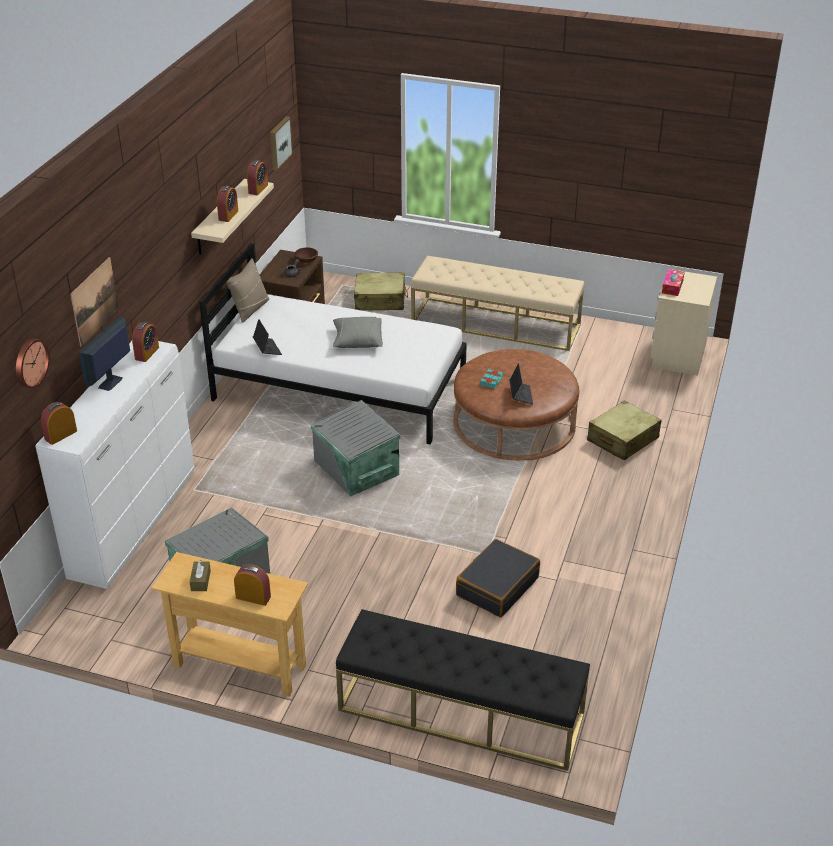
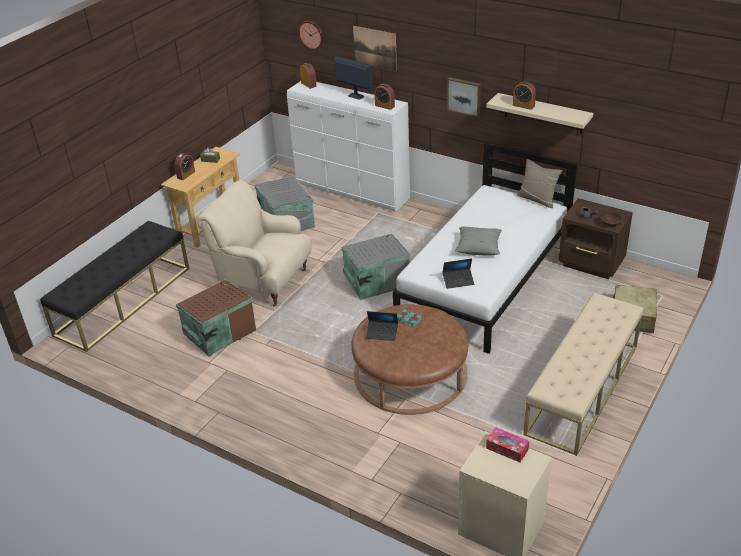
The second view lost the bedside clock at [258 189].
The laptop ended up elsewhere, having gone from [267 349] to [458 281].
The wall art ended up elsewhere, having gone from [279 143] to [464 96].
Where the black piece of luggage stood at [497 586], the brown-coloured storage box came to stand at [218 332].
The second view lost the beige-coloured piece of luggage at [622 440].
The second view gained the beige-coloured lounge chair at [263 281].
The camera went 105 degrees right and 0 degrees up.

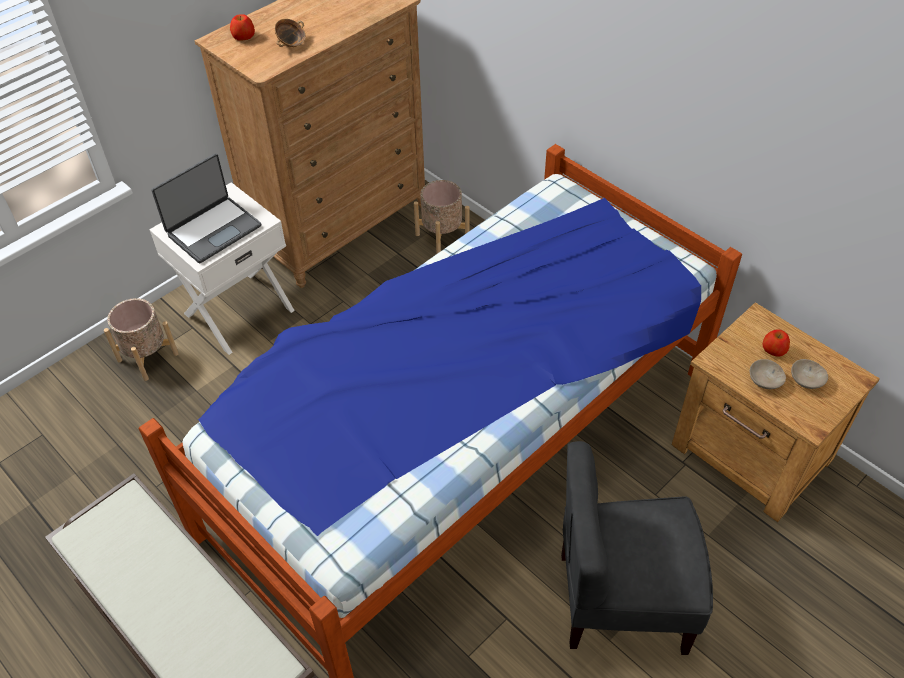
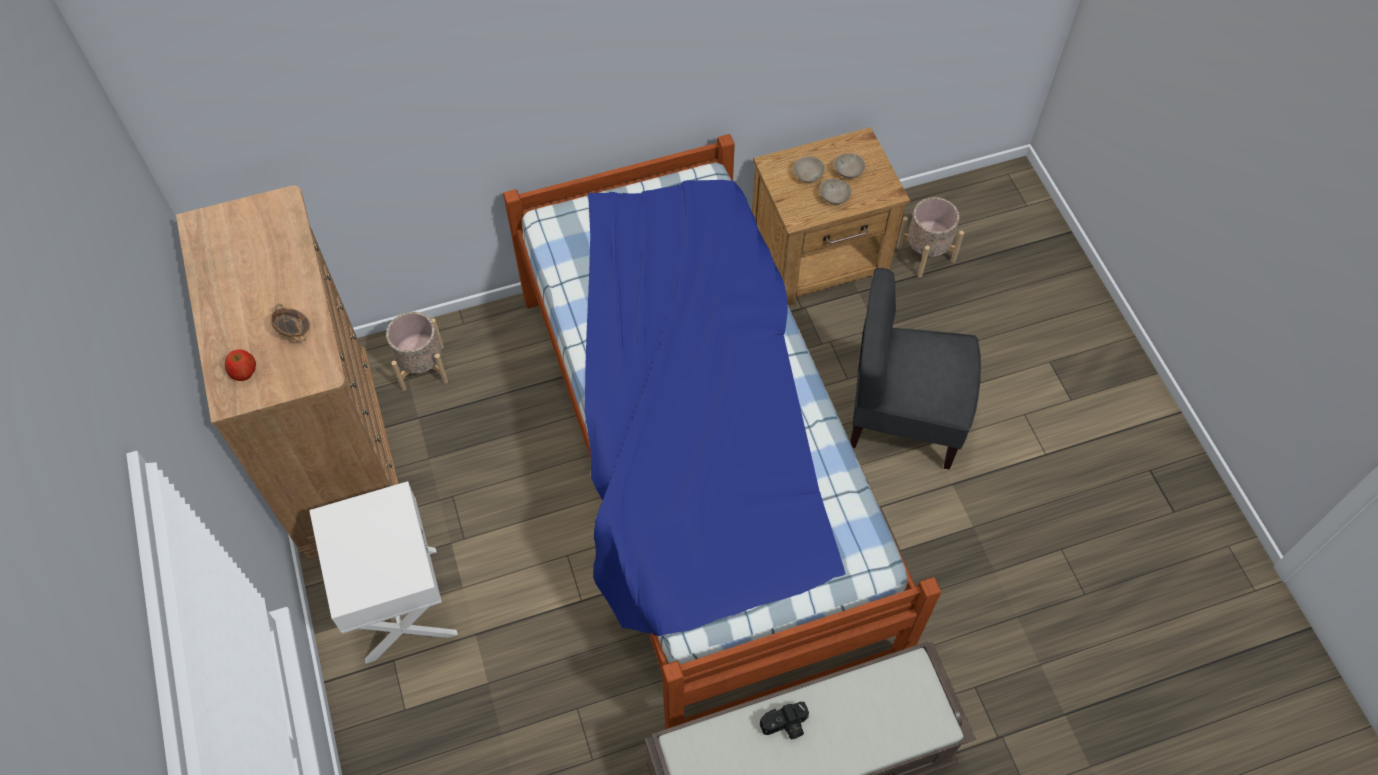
The beige-coloured plant pot ended up elsewhere, having gone from [148 357] to [926 253].
The second view lost the laptop at [213 230].
The greyish plain chair at [621 600] ended up facing another way, 75 degrees clockwise from before.
Where the apple fruit stood at [773 350], the beige-coloured deep dish came to stand at [808 174].
The second view gained the still camera at [785 726].
The camera went 65 degrees left and 10 degrees up.

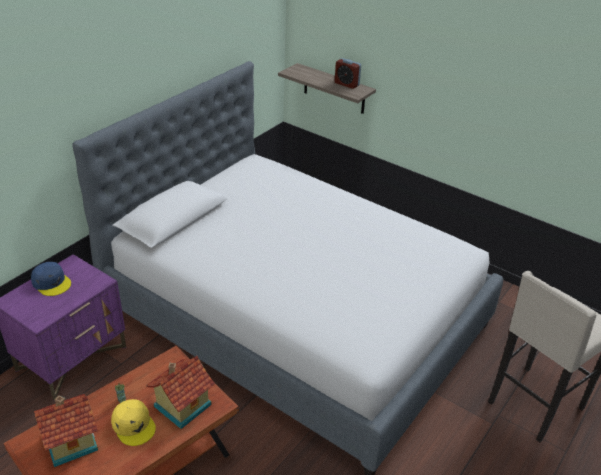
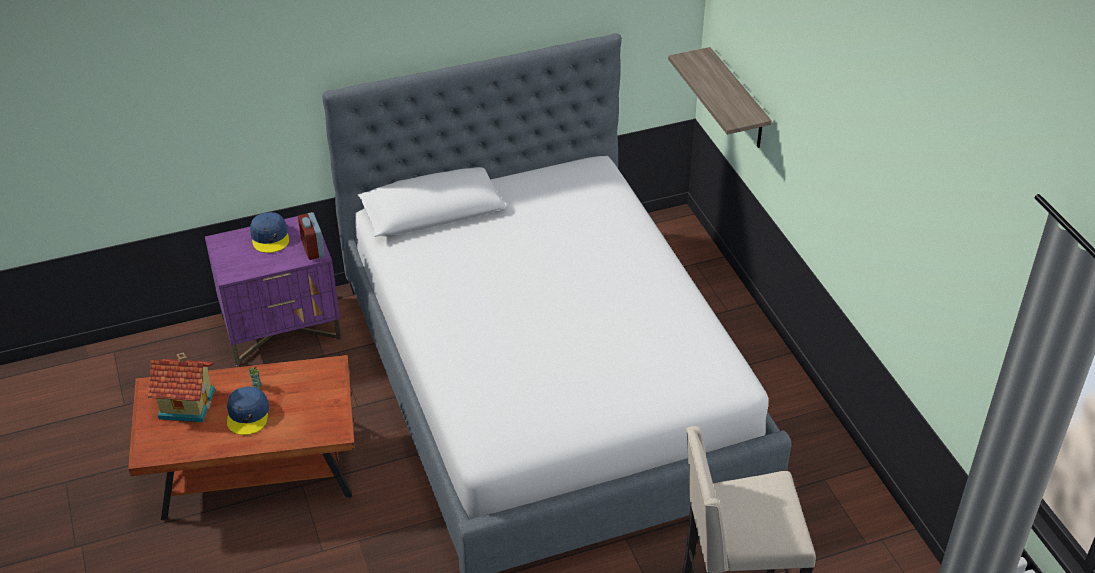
What was the yellowish baseball cap at [134 425] turned into the blue-coloured baseball cap at [248 414].
The second view lost the toy house at [181 405].
The bedside clock ended up elsewhere, having gone from [346 84] to [313 249].
The camera went 35 degrees right and 5 degrees up.

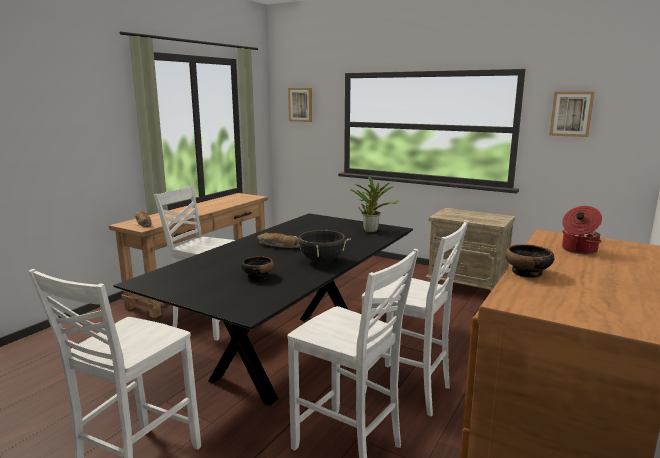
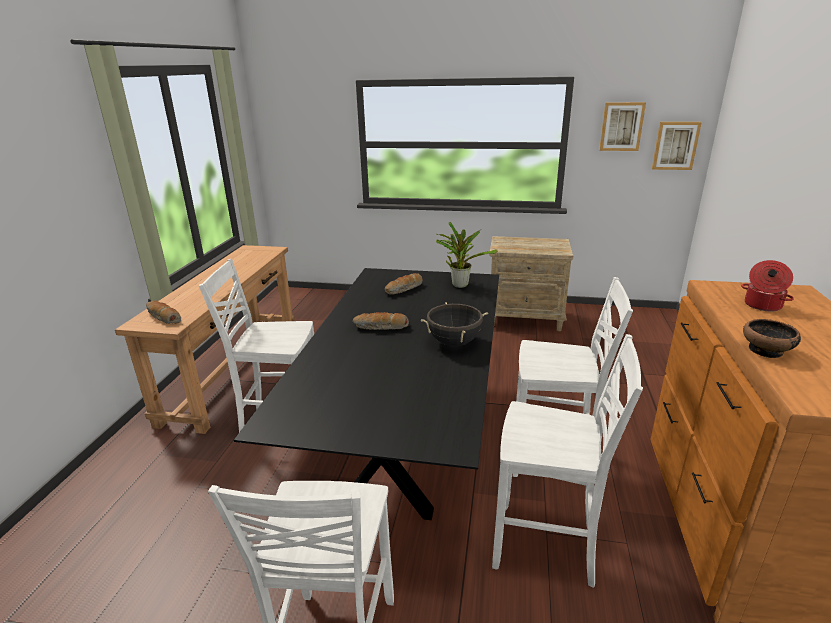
The second view lost the deep dish at [258 276].
The wall art ended up elsewhere, having gone from [300 104] to [675 145].
The second view gained the baked bread at [404 289].
The camera went 20 degrees left and 10 degrees up.

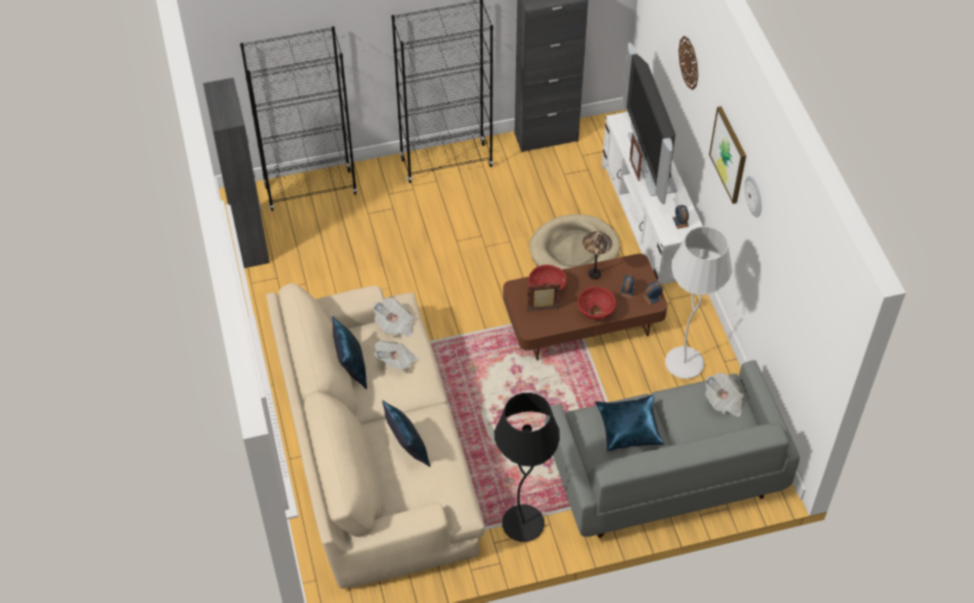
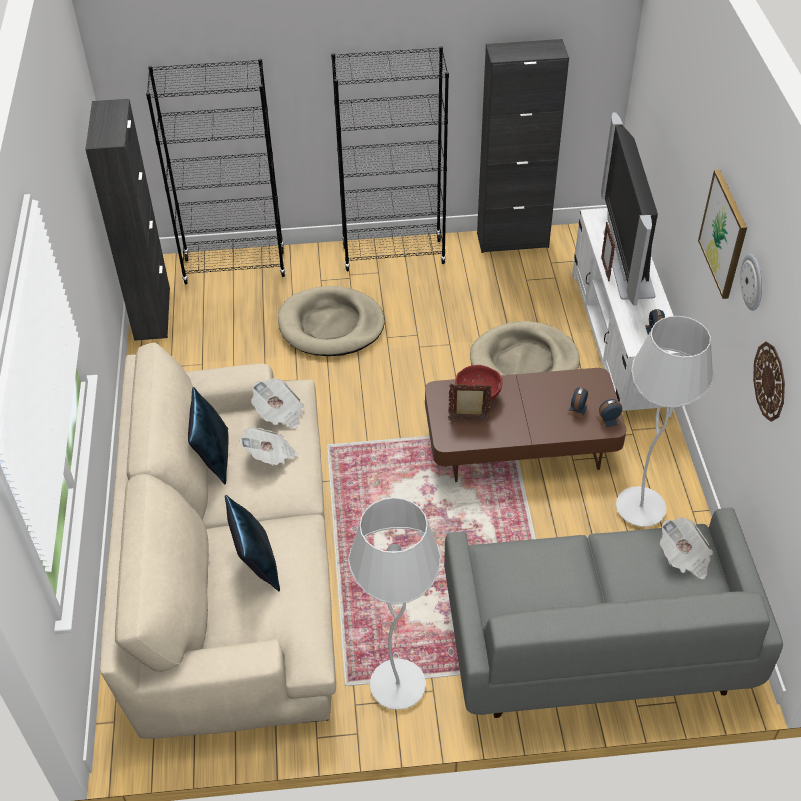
What was the black standard lamp at [523 524] turned into the white-coloured standard lamp at [398 686].
The second view lost the reddish deep dish at [595 312].
The second view lost the lamp for a table at [594 274].
The second view lost the blue-coloured throw pillow at [628 428].
The hanging clock ended up elsewhere, having gone from [689 62] to [770 381].
The second view gained the beige-coloured dog cushion at [331 325].
The camera went 10 degrees right and 5 degrees down.

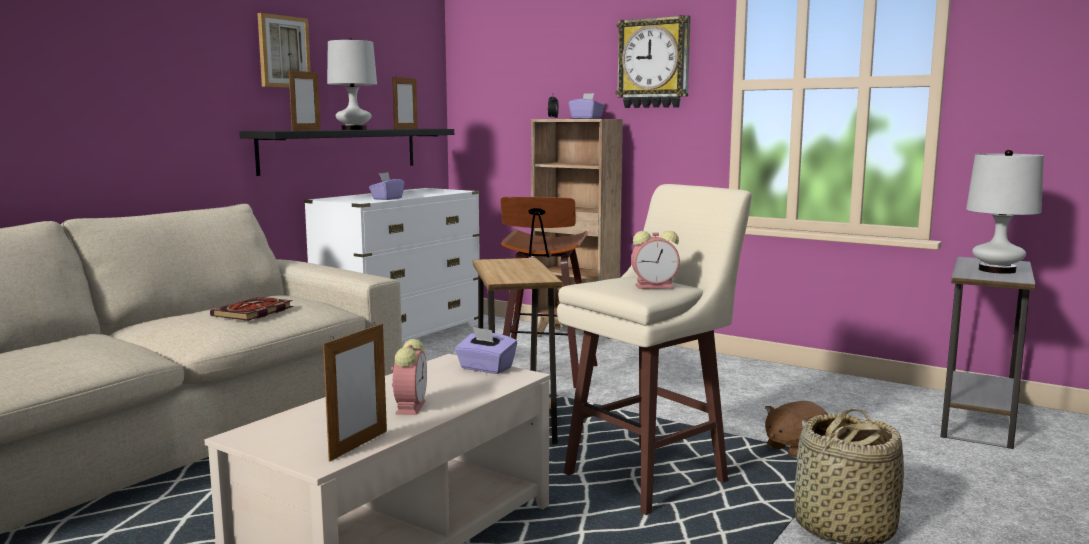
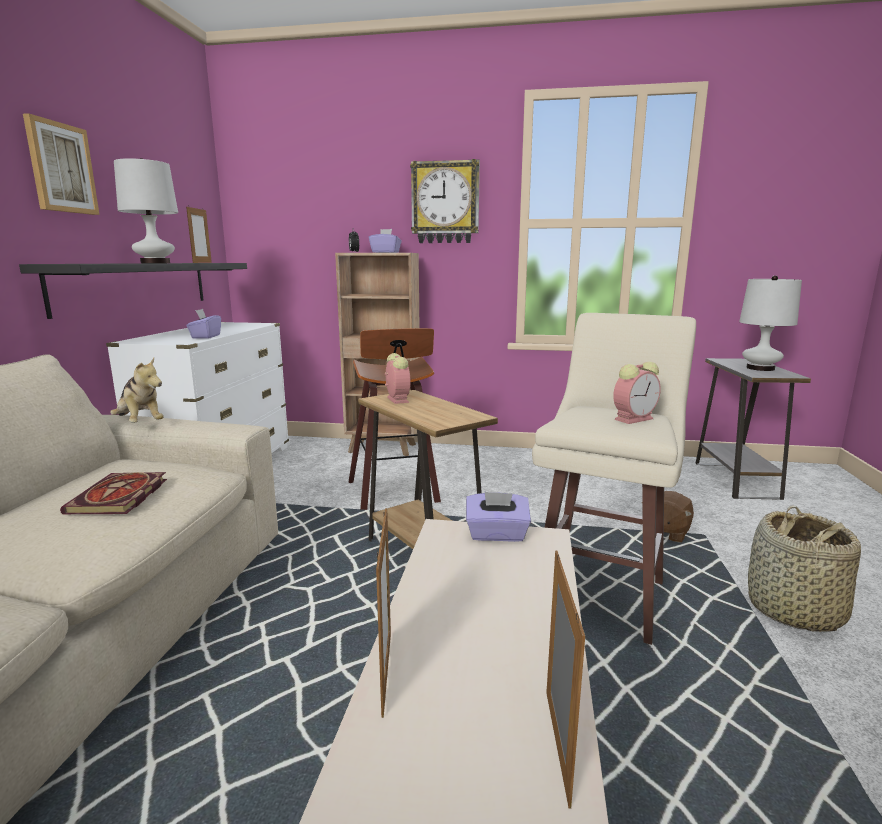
The standing frame ended up elsewhere, having gone from [306 130] to [386 672].
The bedside clock ended up elsewhere, having gone from [410 406] to [397 399].
The second view gained the soft toy at [140 424].
The camera went 25 degrees left and 5 degrees up.

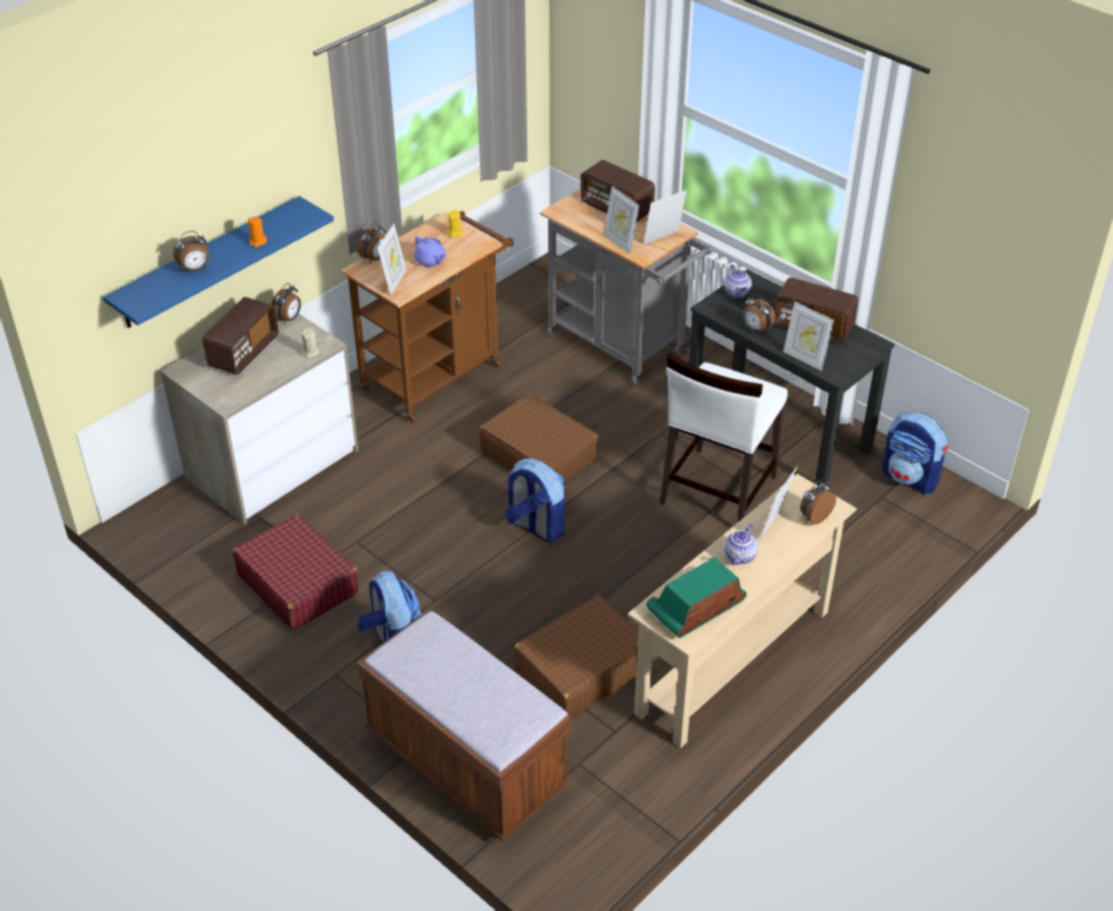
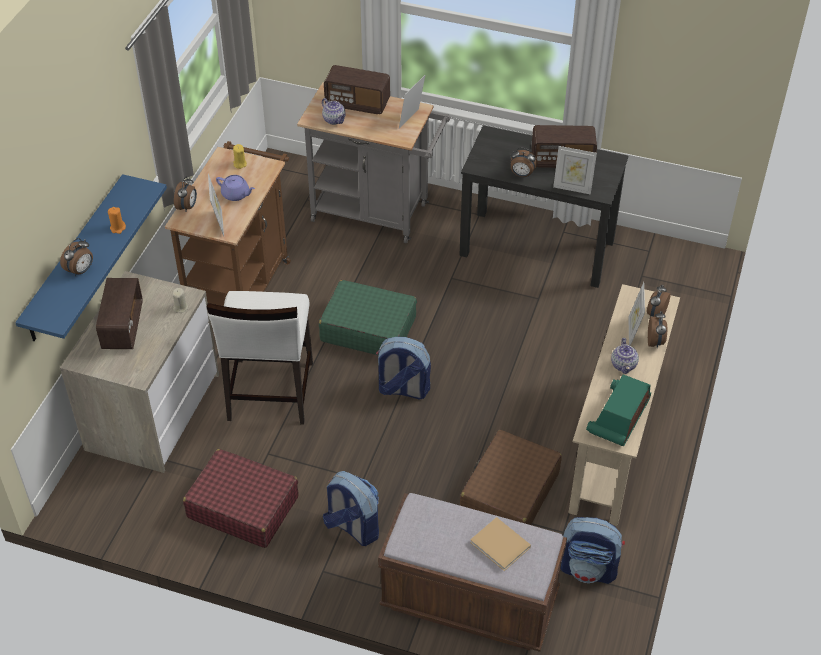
The bedside clock ended up elsewhere, having gone from [289 319] to [655 342].
What was the brown-coloured piece of luggage at [538 455] turned into the green-coloured piece of luggage at [368 329].
The second view lost the standing frame at [620 242].
The white-coloured plain chair ended up elsewhere, having gone from [717 490] to [269 392].
The pot for tea ended up elsewhere, having gone from [737 293] to [334 120].
The knapsack ended up elsewhere, having gone from [910 478] to [588 568].
The second view gained the beige-coloured volume at [501 546].
The camera went 25 degrees left and 5 degrees up.

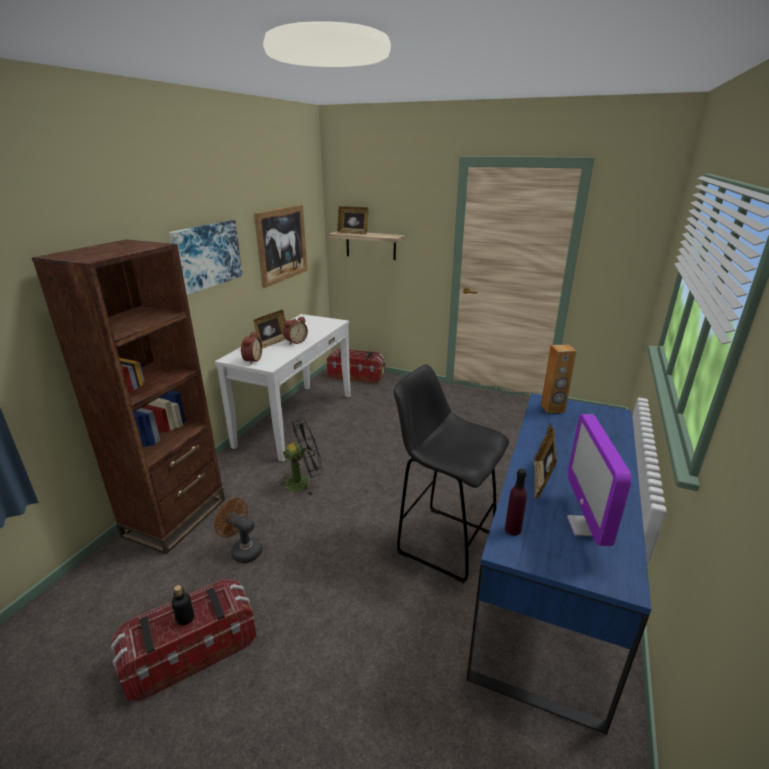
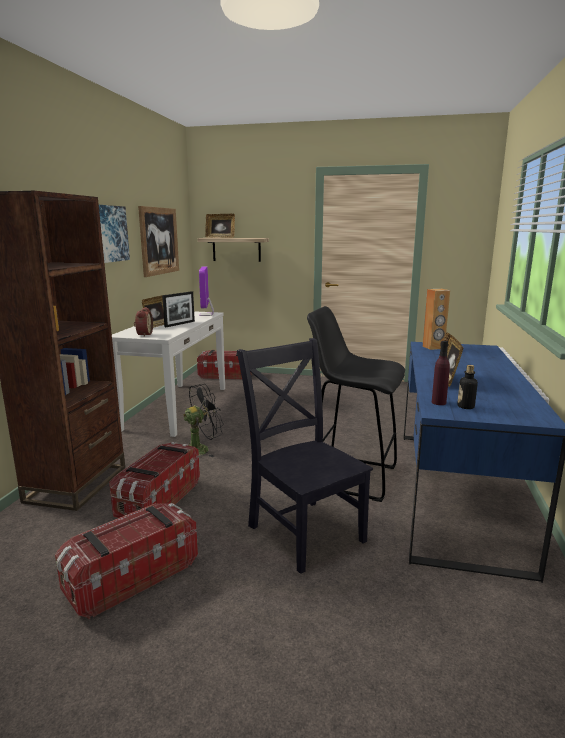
The bottle ended up elsewhere, having gone from [185 618] to [465 406].
Where the brown-coloured electric fan stood at [243 550], the storage box came to stand at [158 500].
Where the bedside clock stood at [295 341], the standing frame came to stand at [180 324].
The computer display ended up elsewhere, having gone from [586 526] to [206 314].
The second view gained the black plain chair at [303 530].
The camera went 10 degrees left and 10 degrees down.

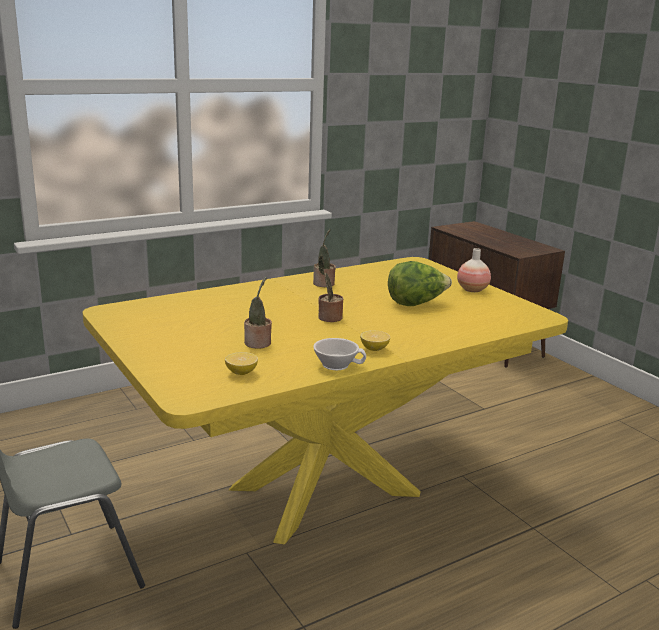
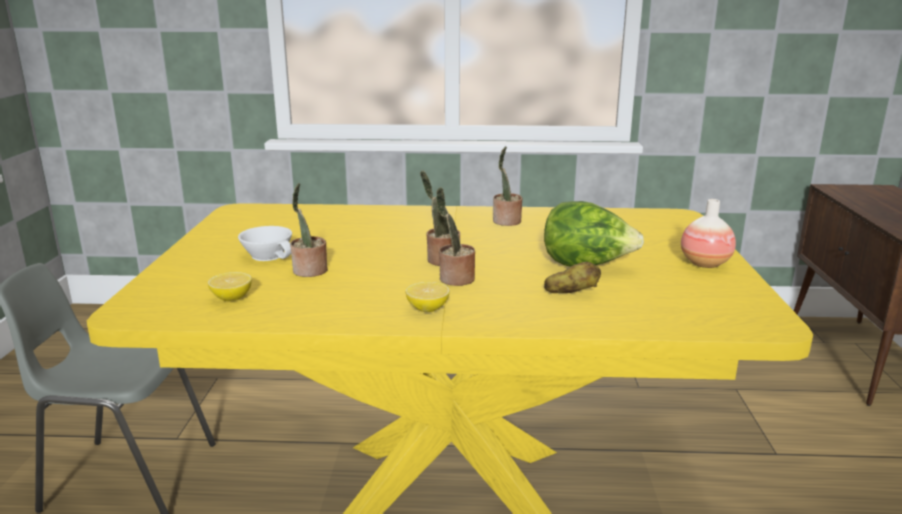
The white-coloured small cup ended up elsewhere, having gone from [337 364] to [270 255].
The second view gained the houseplant at [454 279].
The second view gained the spud at [571 293].
The camera went 35 degrees right and 0 degrees up.

